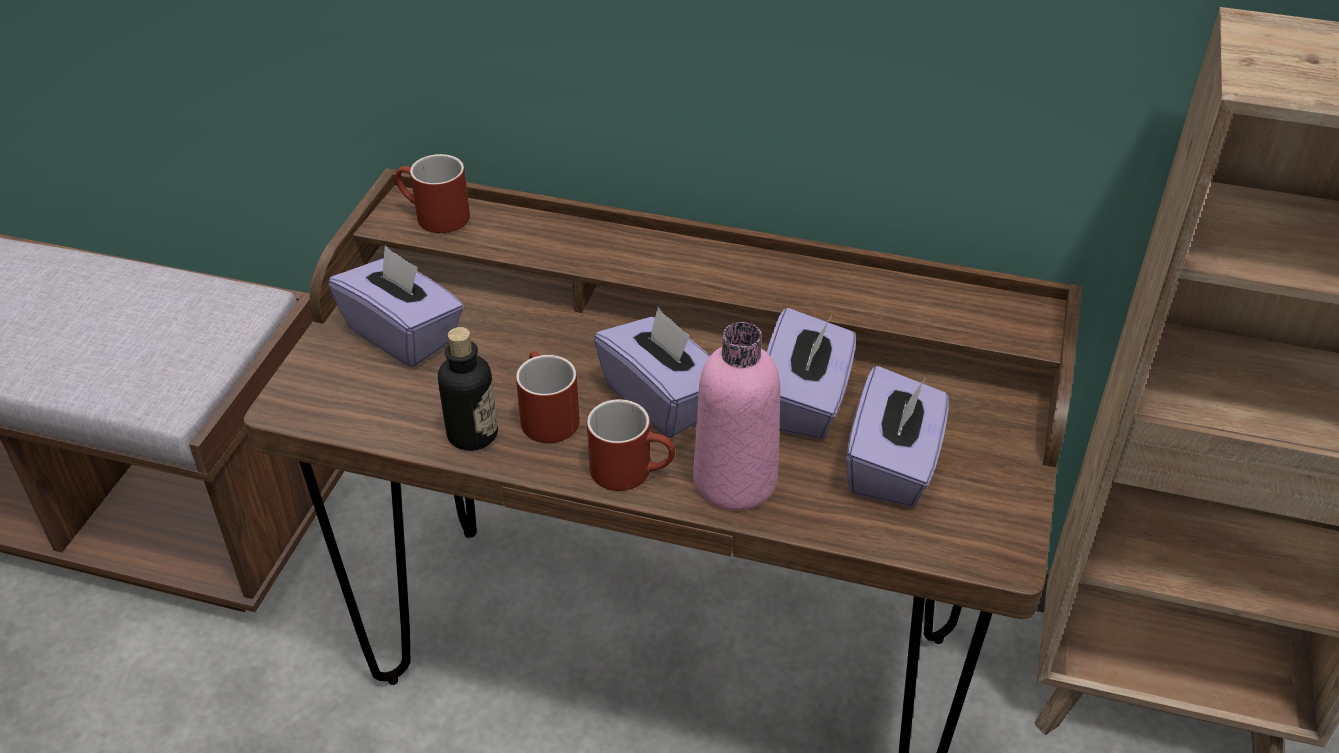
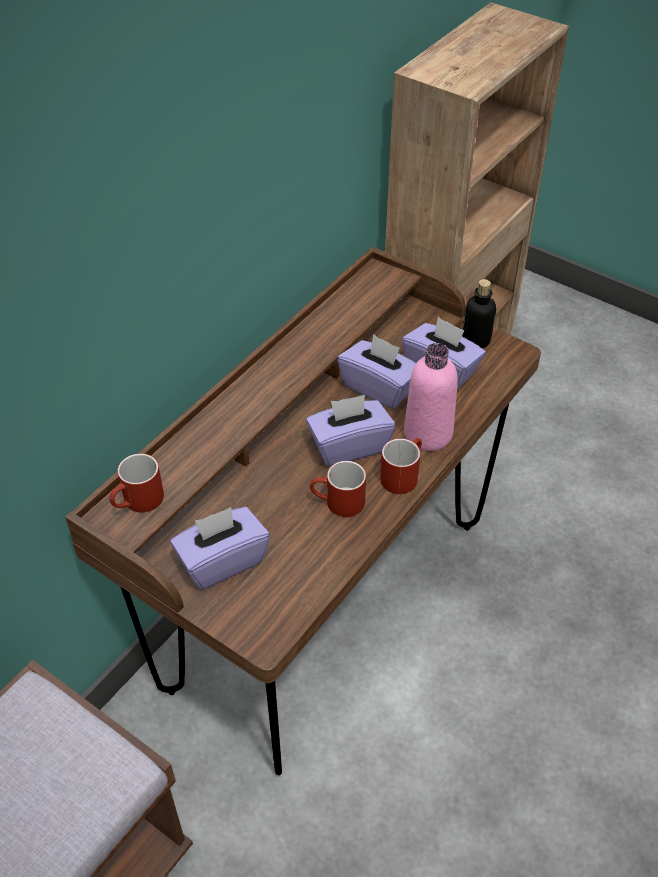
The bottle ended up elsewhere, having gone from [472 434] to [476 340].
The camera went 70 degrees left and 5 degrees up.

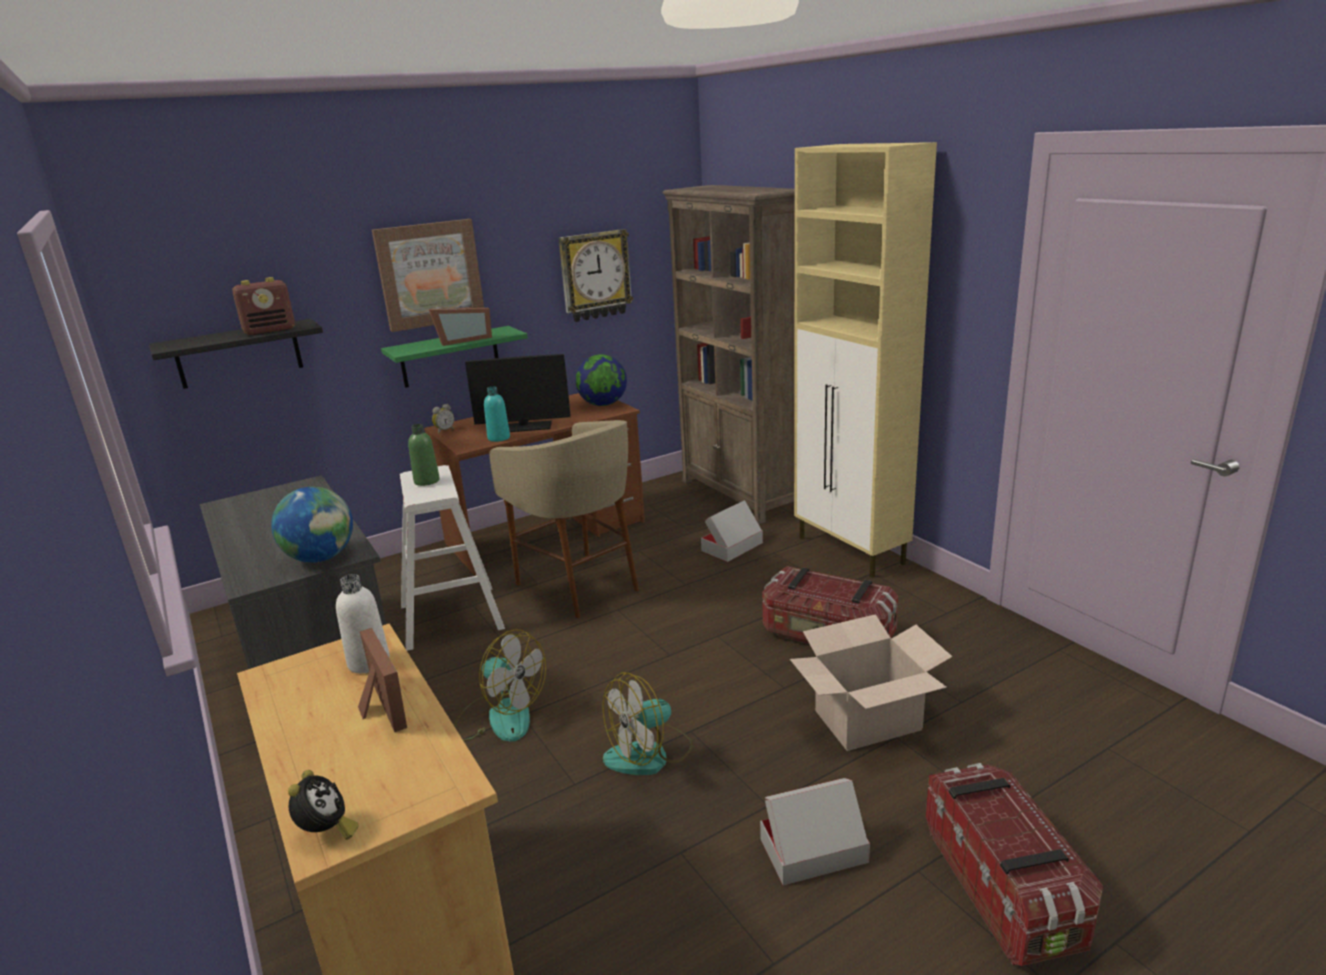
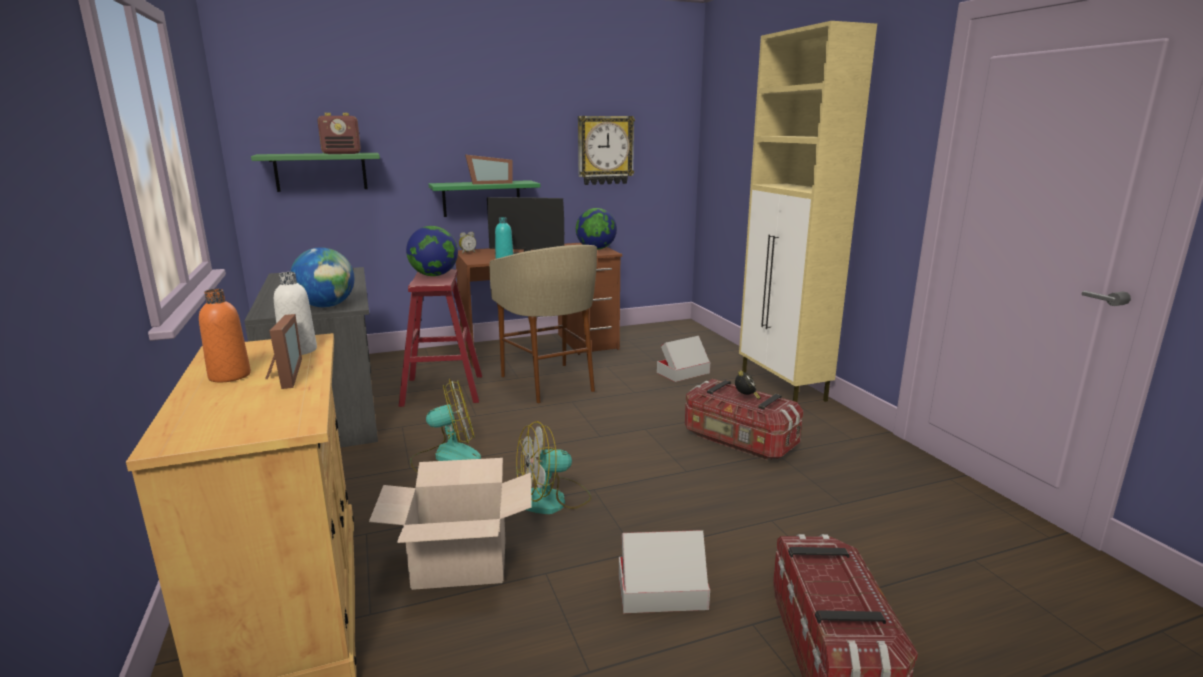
What was the black shelf at [239 354] turned into the green-coloured shelf at [321 172].
The bedside clock ended up elsewhere, having gone from [326 832] to [746 397].
The second view lost the wall art at [429 274].
What was the white-coloured stool at [451 617] turned into the reddish stool at [442 390].
Where the green-coloured bottle stood at [427 481], the world globe came to stand at [434 275].
The electric fan at [500 717] ended up facing another way, 60 degrees counterclockwise from before.
The second view lost the brown-coloured shelving unit at [740 495].
The cardboard box ended up elsewhere, having gone from [867 720] to [461 563].
The second view gained the orange-coloured bottle at [230 376].
The camera went 10 degrees right and 5 degrees down.

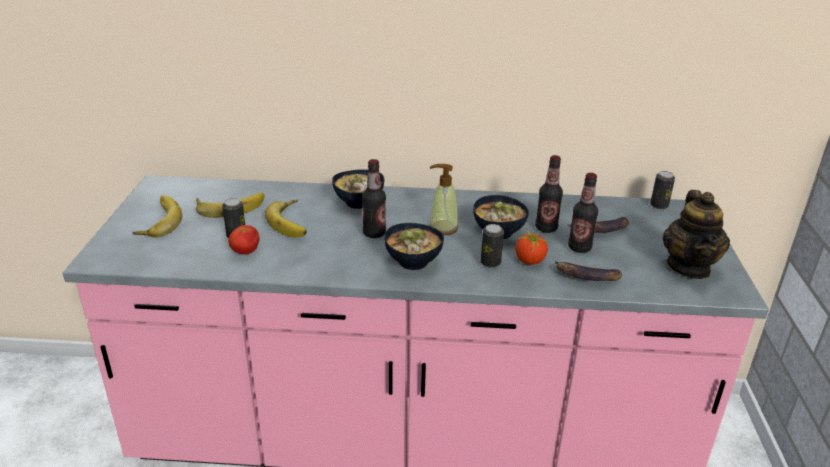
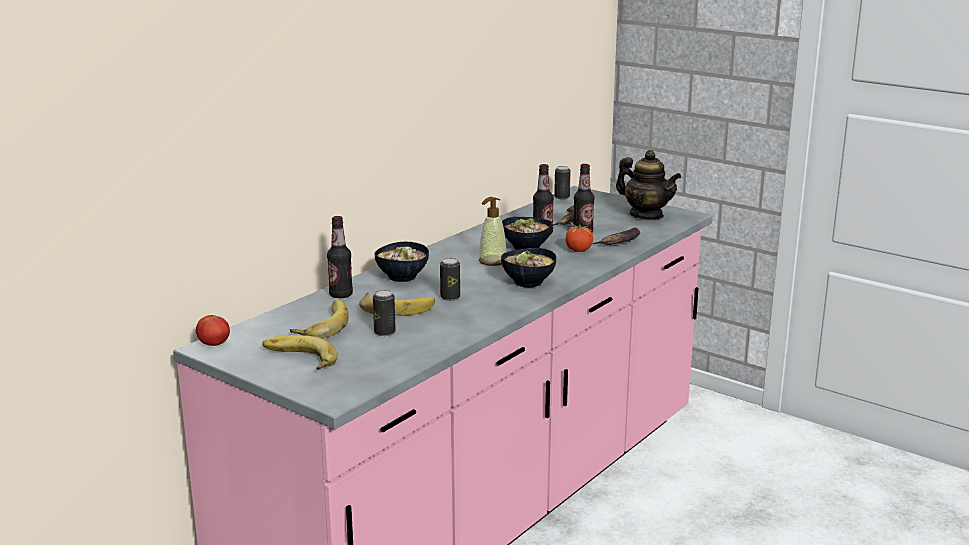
The fresh tomato ended up elsewhere, having gone from [245 252] to [214 344].
The bottle ended up elsewhere, having gone from [374 233] to [341 295].
The can ended up elsewhere, having gone from [490 263] to [450 297].
The camera went 55 degrees left and 10 degrees down.

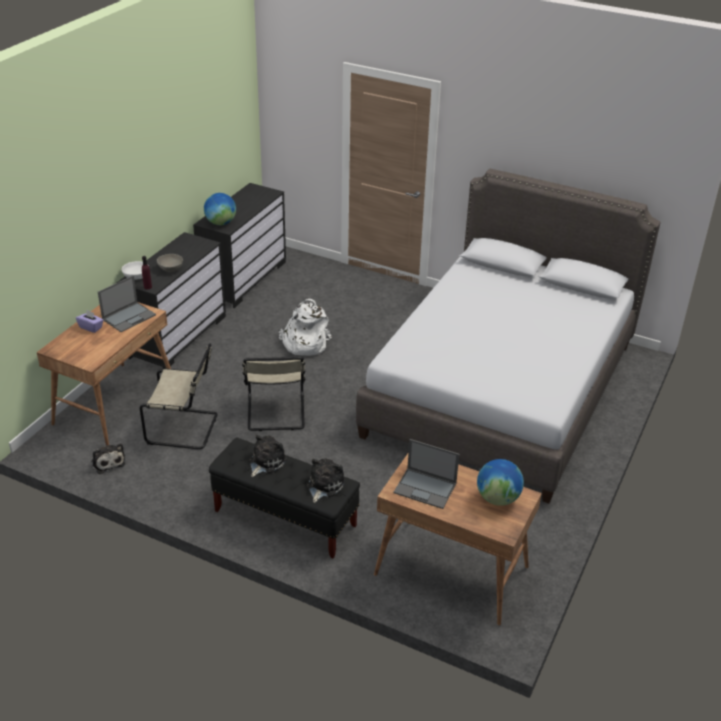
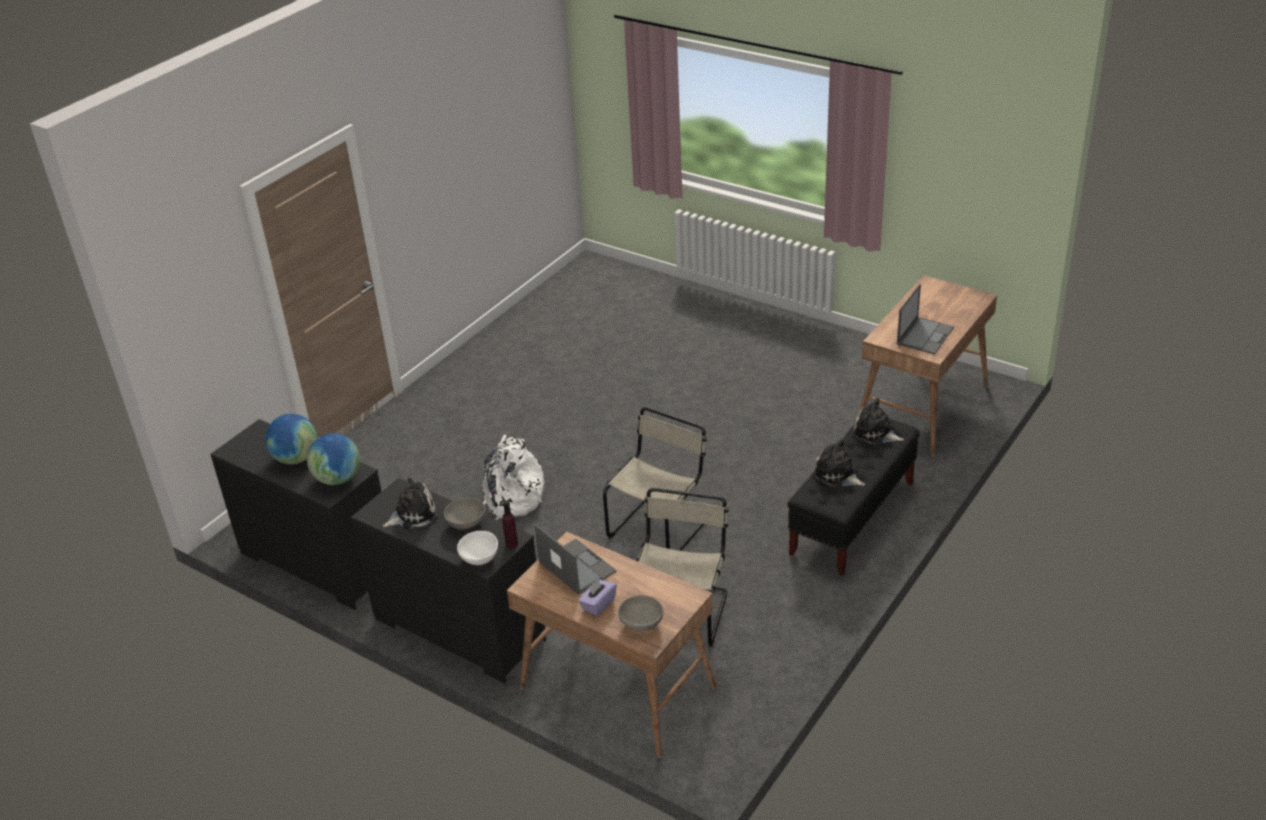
The soft toy ended up elsewhere, having gone from [108 462] to [413 514].
The beige-coloured plain chair at [276 414] ended up facing another way, 60 degrees counterclockwise from before.
The second view lost the greyish bed at [501 389].
The world globe ended up elsewhere, having gone from [498 498] to [296 458].
The second view gained the greyish deep dish at [642 624].
The camera went 80 degrees left and 0 degrees up.

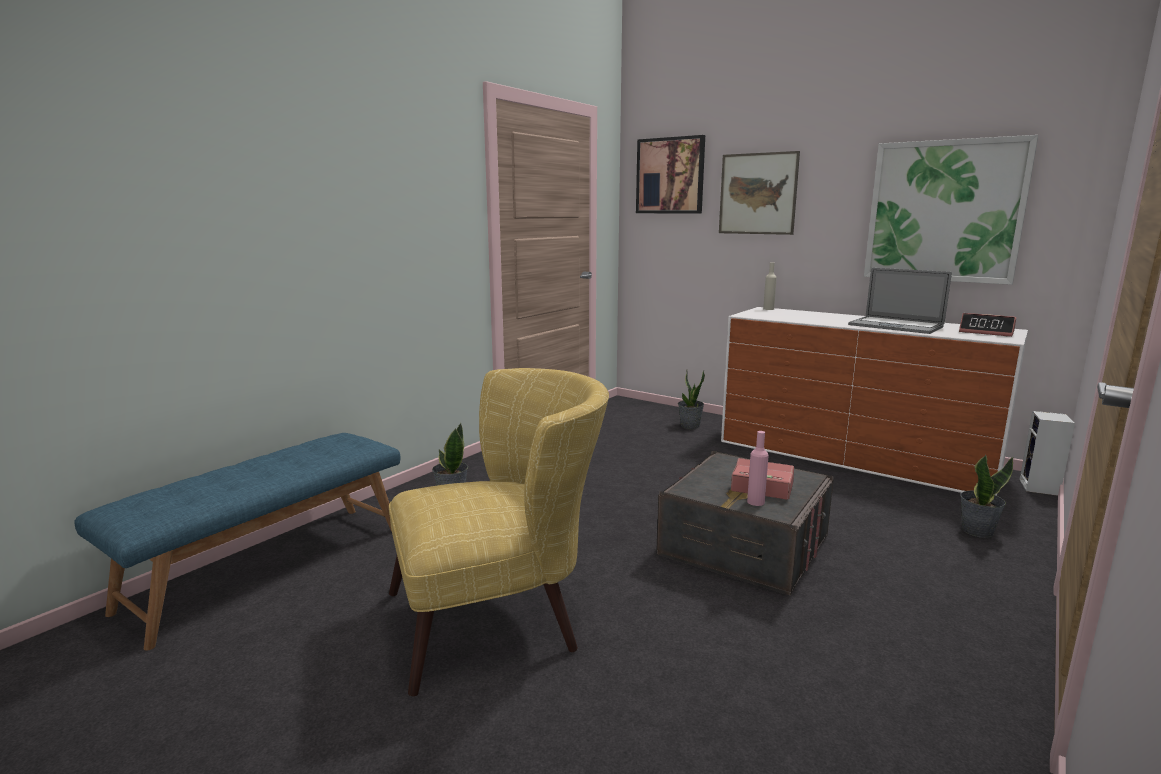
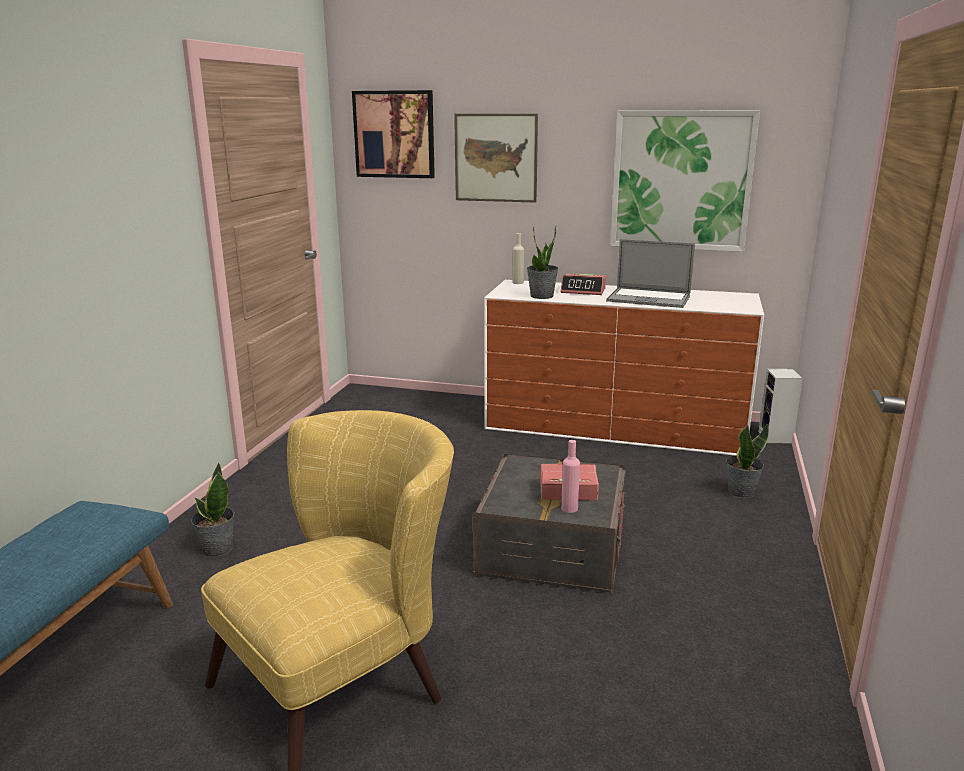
The houseplant ended up elsewhere, having gone from [690 426] to [542 296].
The bedside clock ended up elsewhere, having gone from [986 332] to [583 291].
The camera went 20 degrees left and 5 degrees up.

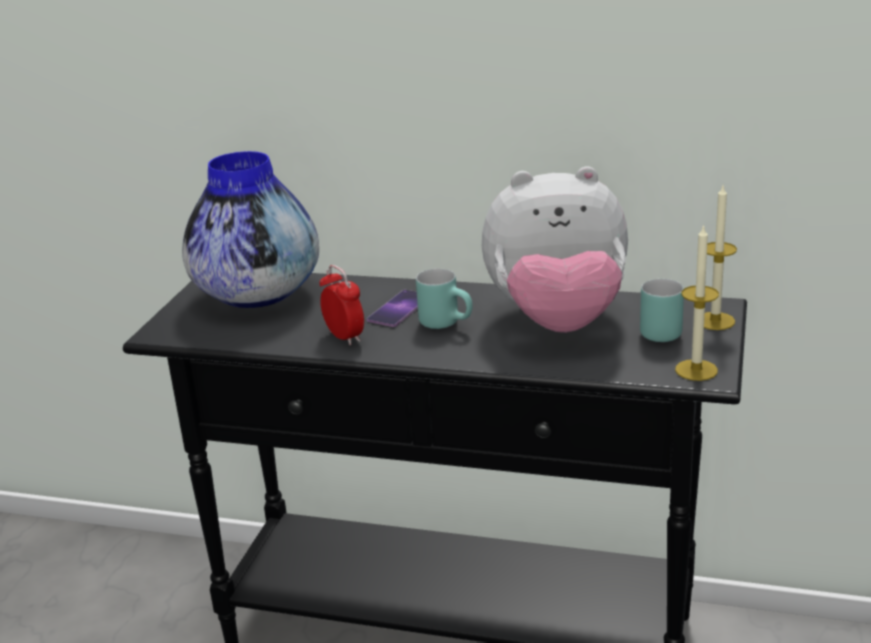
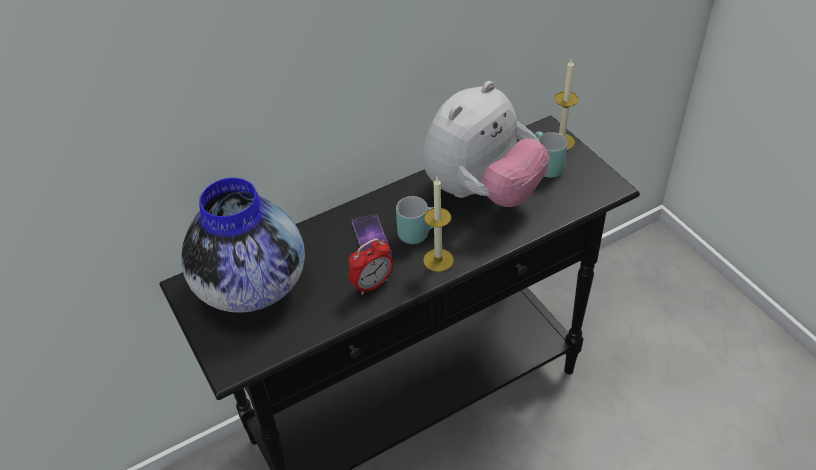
The bedside clock at [344 337] ended up facing another way, 135 degrees clockwise from before.
The wax light ended up elsewhere, having gone from [696 370] to [438 260].
The camera went 45 degrees left and 20 degrees up.

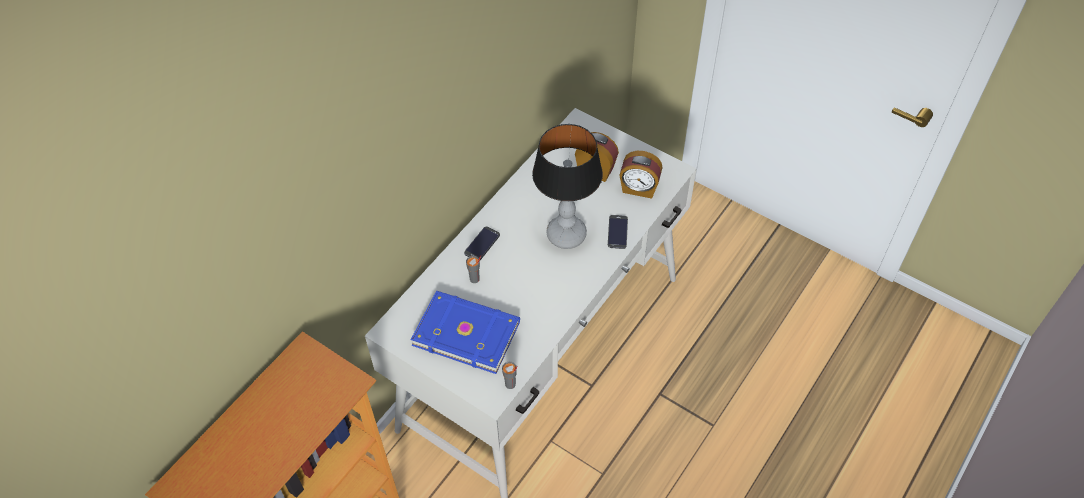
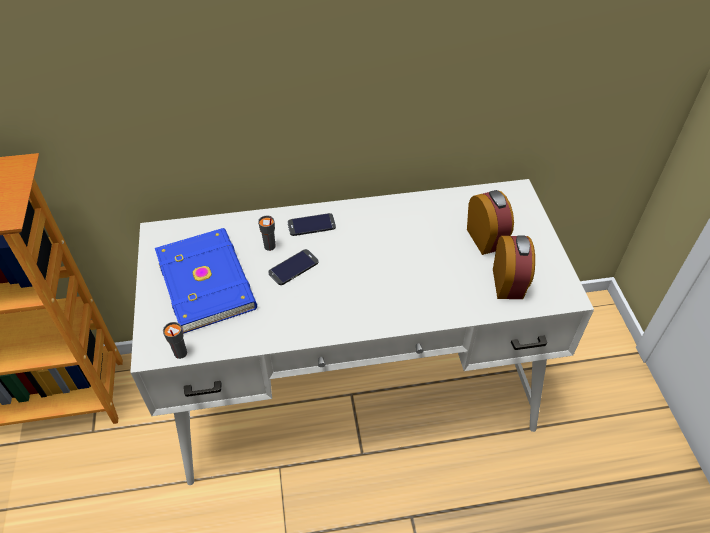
The second view lost the lamp for a table at [566 235].
The phone ended up elsewhere, having gone from [617 232] to [293 267].
The bedside clock at [639 188] ended up facing another way, 150 degrees counterclockwise from before.
The camera went 45 degrees right and 5 degrees down.

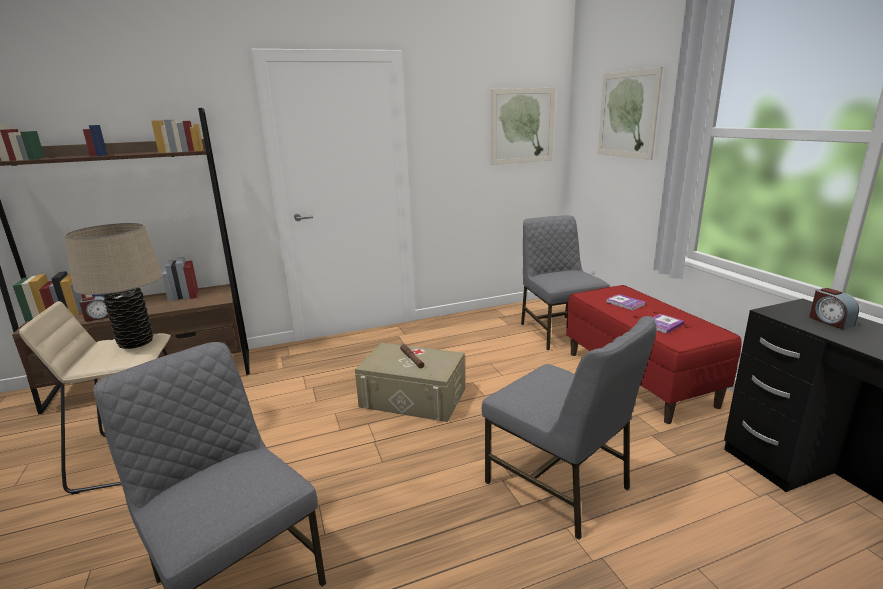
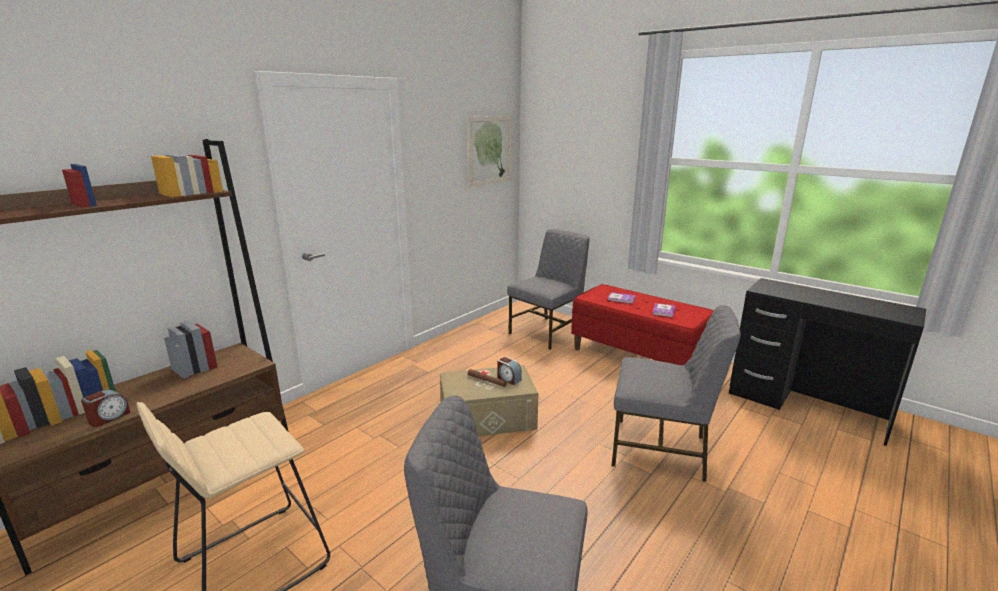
The second view lost the beige-coloured lamp for a table at [136 342].
The greyish plain chair at [558 331] ended up facing another way, 90 degrees clockwise from before.
The second view lost the wall art at [627 114].
The bedside clock ended up elsewhere, having gone from [830 321] to [508 379].
The camera went 30 degrees left and 0 degrees up.

